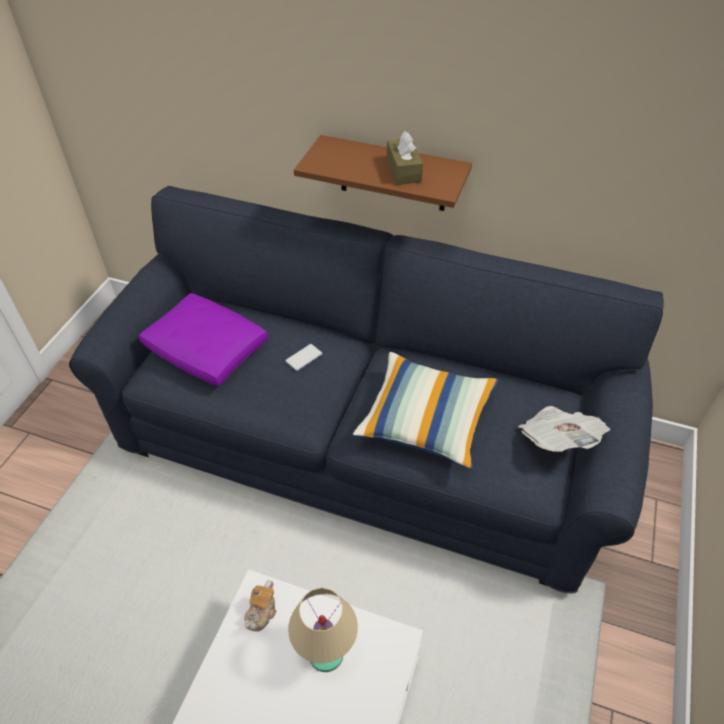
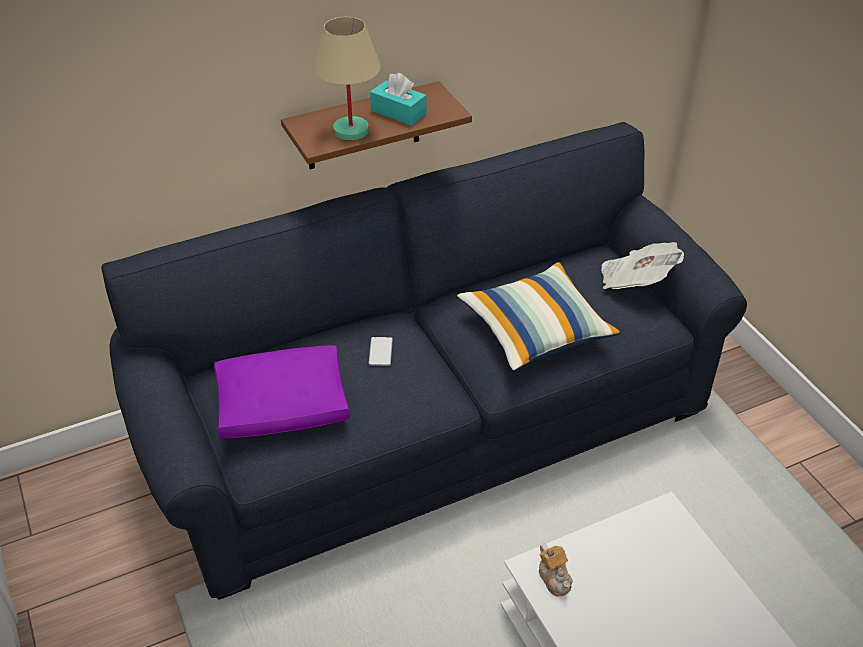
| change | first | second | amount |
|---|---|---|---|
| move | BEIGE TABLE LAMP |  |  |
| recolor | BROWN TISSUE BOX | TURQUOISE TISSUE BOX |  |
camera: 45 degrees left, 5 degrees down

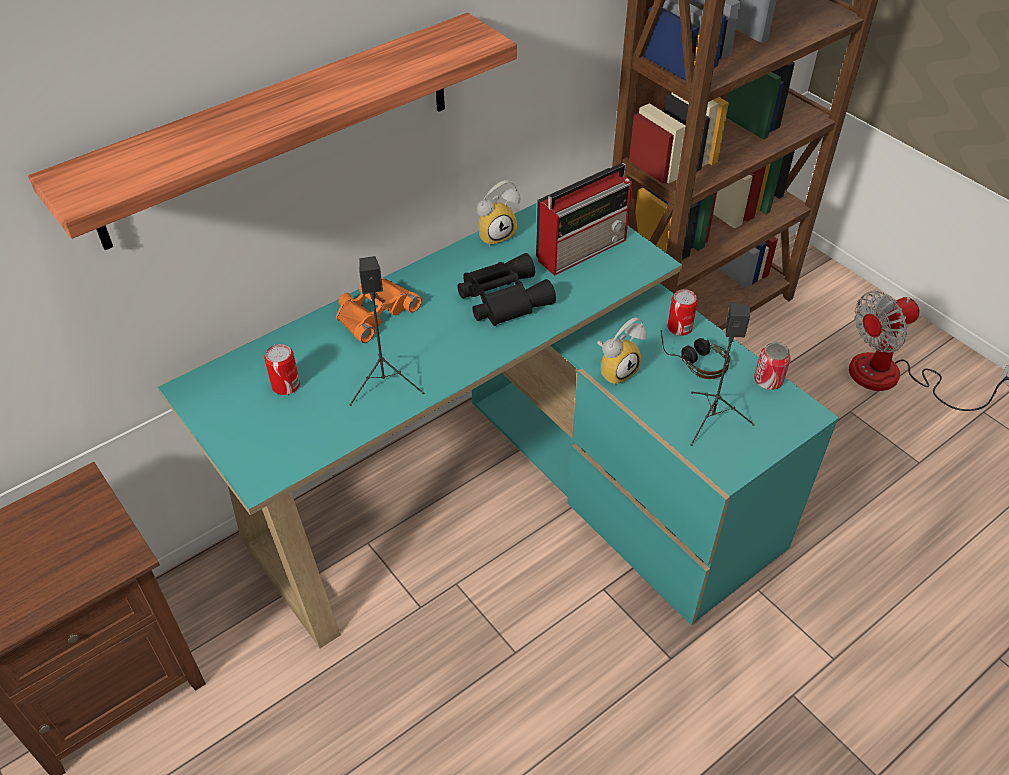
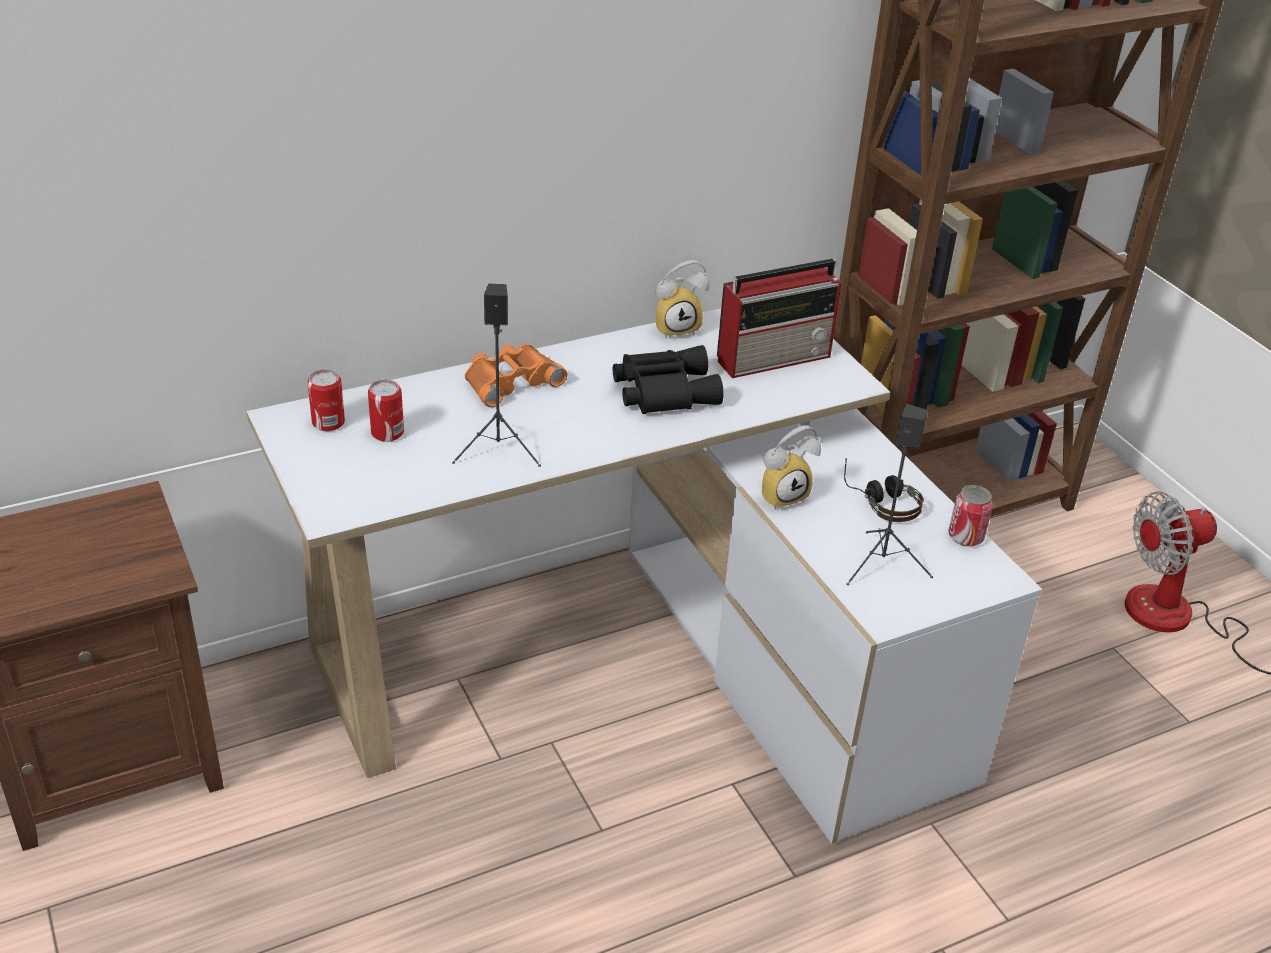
| change | first | second | amount |
|---|---|---|---|
| delete | SHELF |  |  |
| move | CAN (2nd from left in the first image) | CAN (1st from left) |  |
| recolor | TURQUOISE DESK | WHITE DESK |  |
camera: 10 degrees right, 10 degrees down

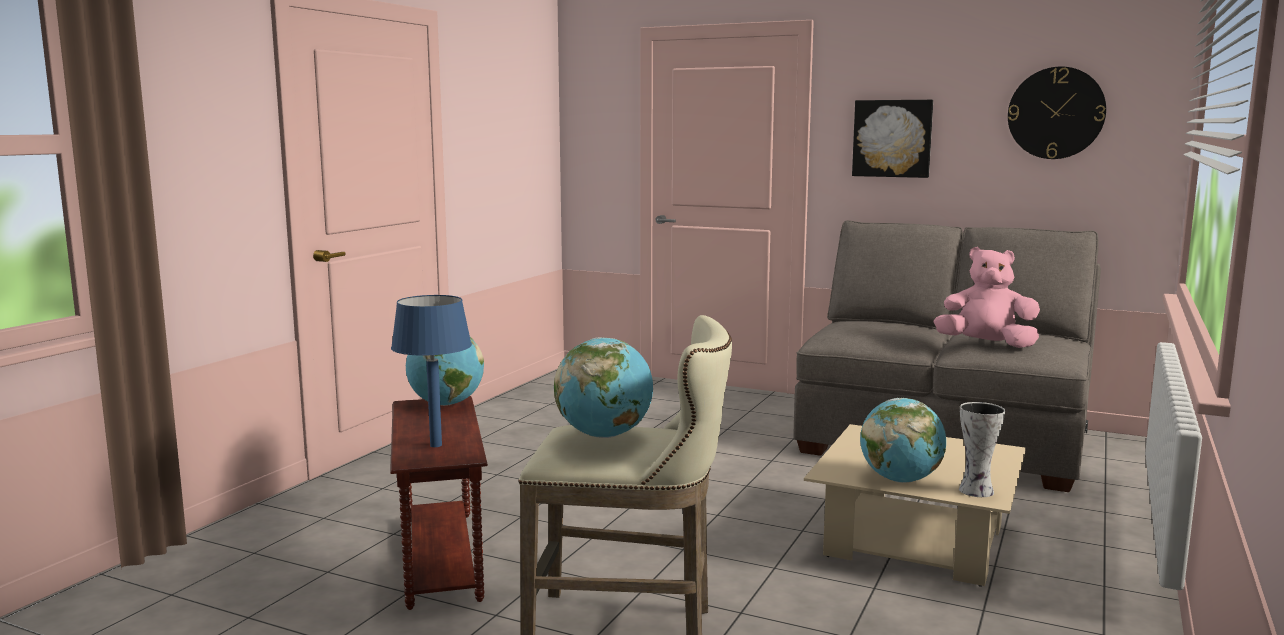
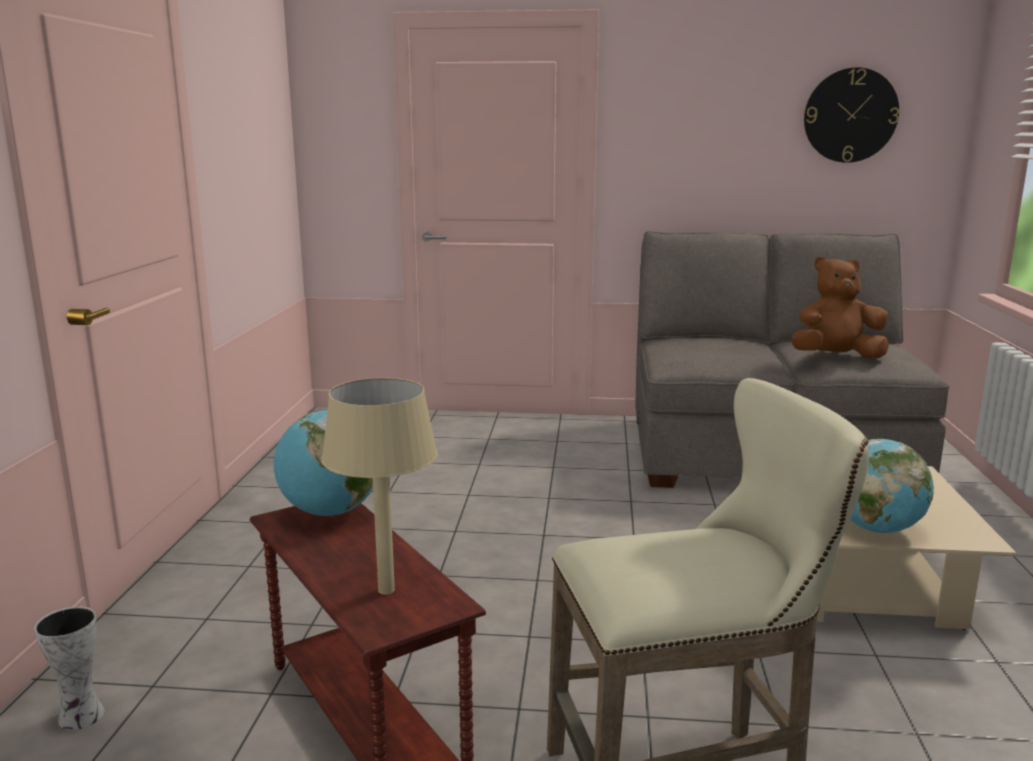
| change | first | second | amount |
|---|---|---|---|
| delete | GLOBE (2nd from left) |  |  |
| delete | PICTURE |  |  |
| move | VASE |  |  |
| recolor | BLUE TABLE LAMP | BEIGE TABLE LAMP |  |
| recolor | PINK PLUSH TOY | BROWN PLUSH TOY |  |
camera: 20 degrees left, 5 degrees up

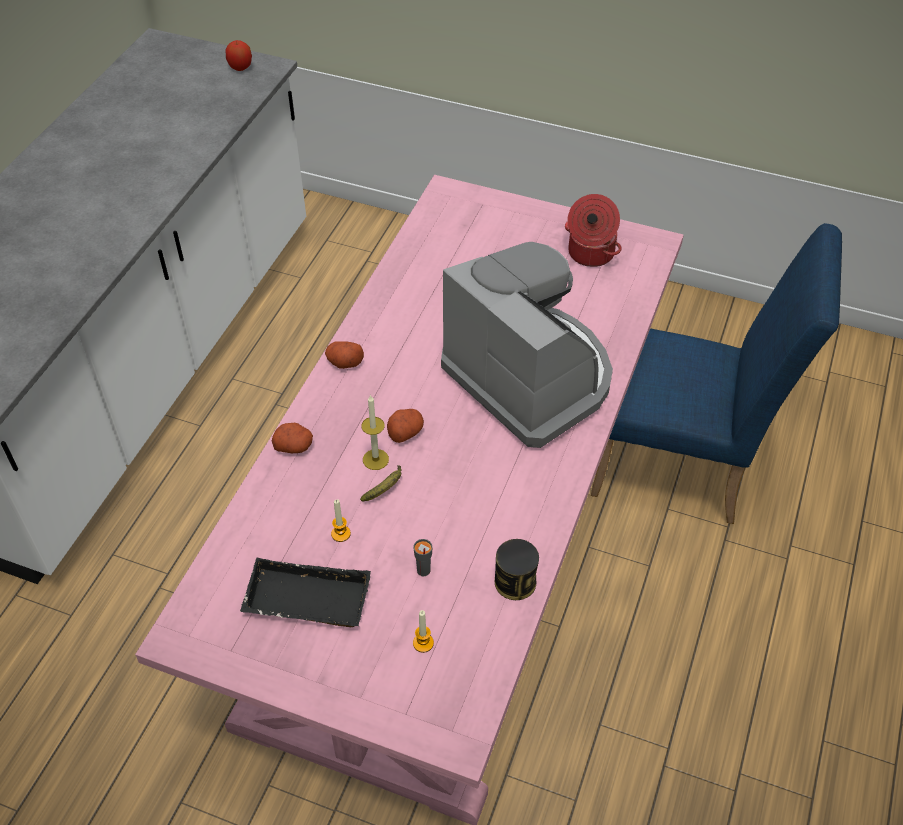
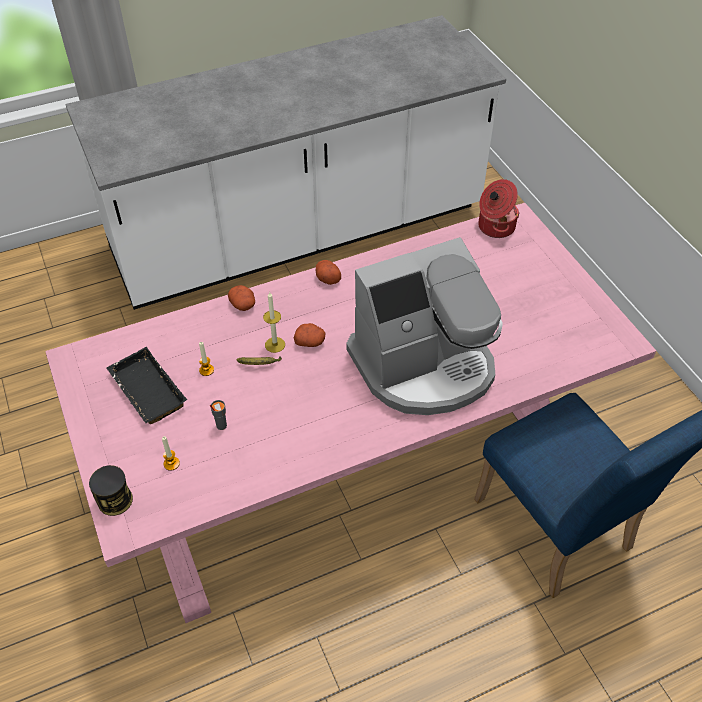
| change | first | second | amount |
|---|---|---|---|
| delete | APPLE |  |  |
| move | CAN |  |  |
| move | COOKING POT |  |  |
| rotate | COFFEE MACHINE |  | 60 degrees clockwise |
camera: 45 degrees right, 0 degrees up

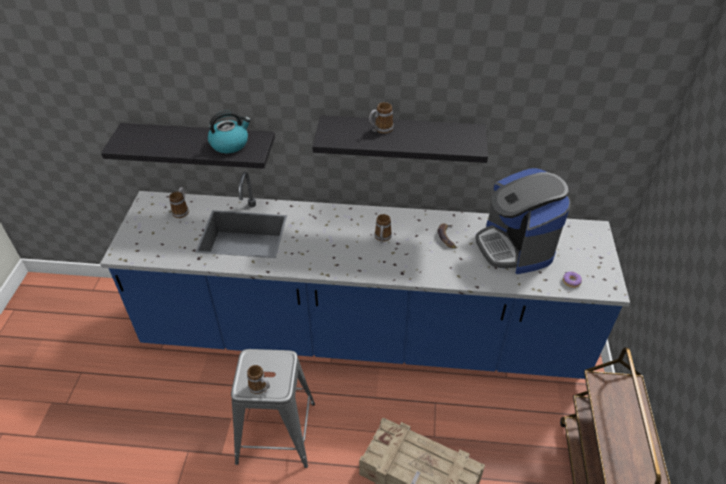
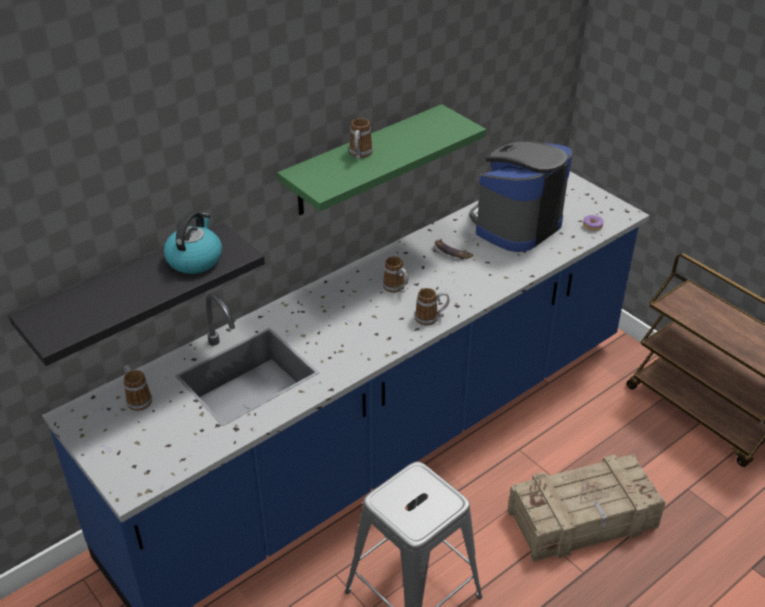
| change | first | second | amount |
|---|---|---|---|
| move | MUG (2nd from left in the first image) | MUG (4th from left) |  |
| recolor | BLACK SHELF (2nd from left) | GREEN SHELF |  |
| rotate | COFFEE MACHINE |  | 105 degrees clockwise |
camera: 45 degrees left, 5 degrees down

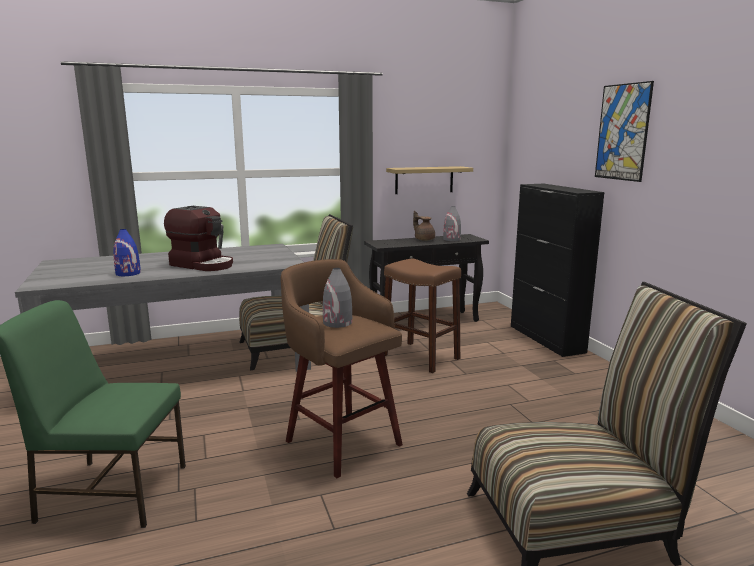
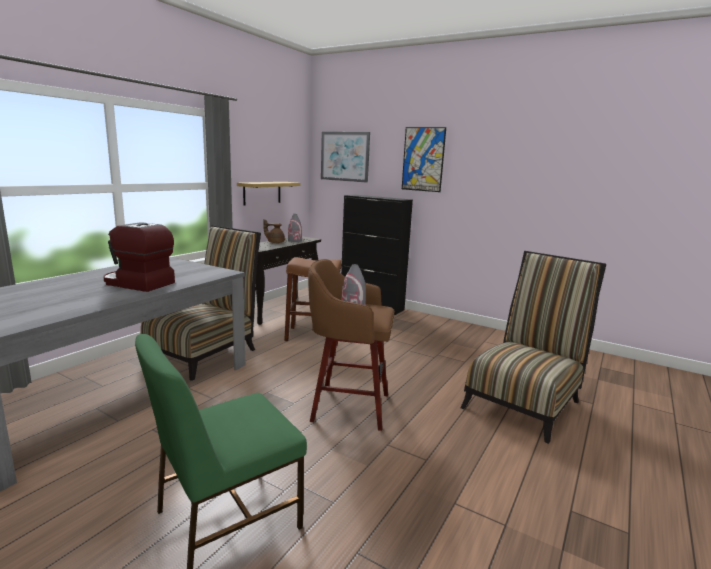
| change | first | second | amount |
|---|---|---|---|
| delete | BLUE VASE |  |  |
| insert |  | PICTURE (1st from left) |  |
| rotate | COFFEE MACHINE |  | 150 degrees counterclockwise |
camera: 40 degrees left, 0 degrees up

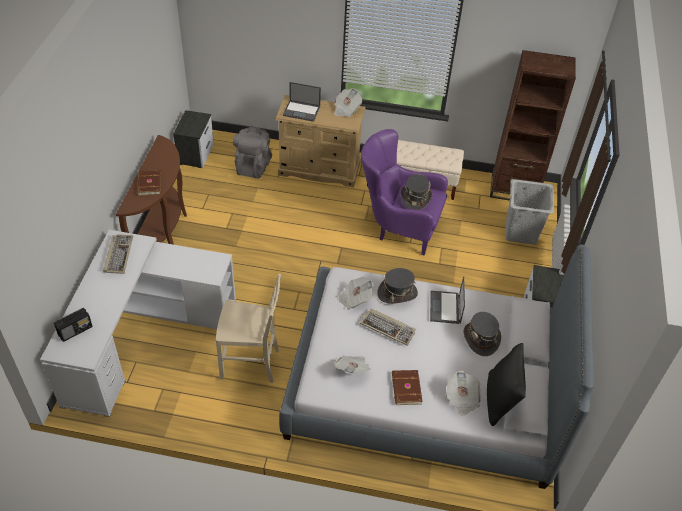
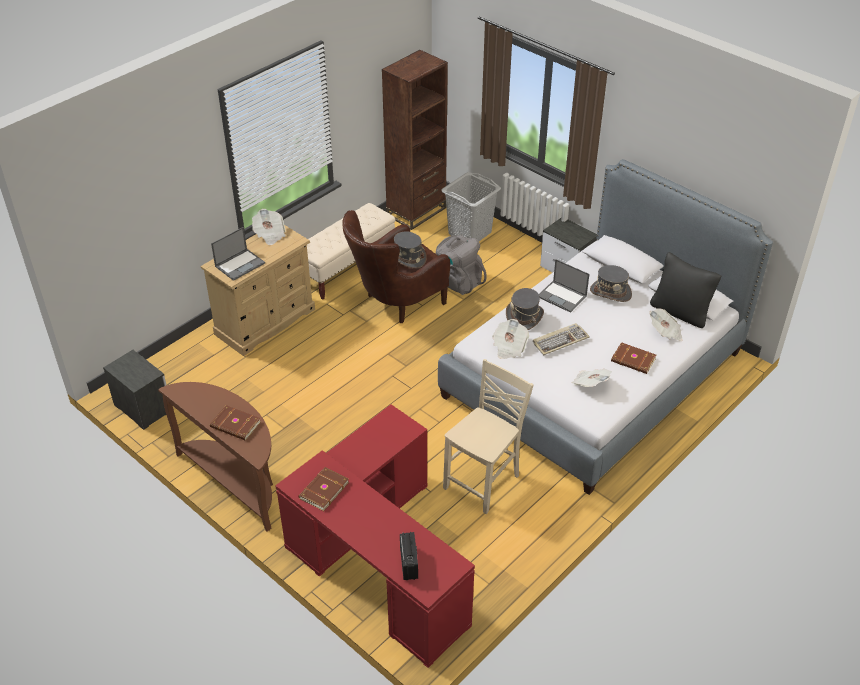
| change | first | second | amount |
|---|---|---|---|
| move | GREY BACKPACK |  |  |
| replace | KEYBOARD (1st from left) | BROWN BOOK (2nd from left) |  |
| recolor | WHITE DESK | RED DESK |  |
| recolor | PURPLE ARMCHAIR | BROWN ARMCHAIR |  |
camera: 55 degrees left, 5 degrees down

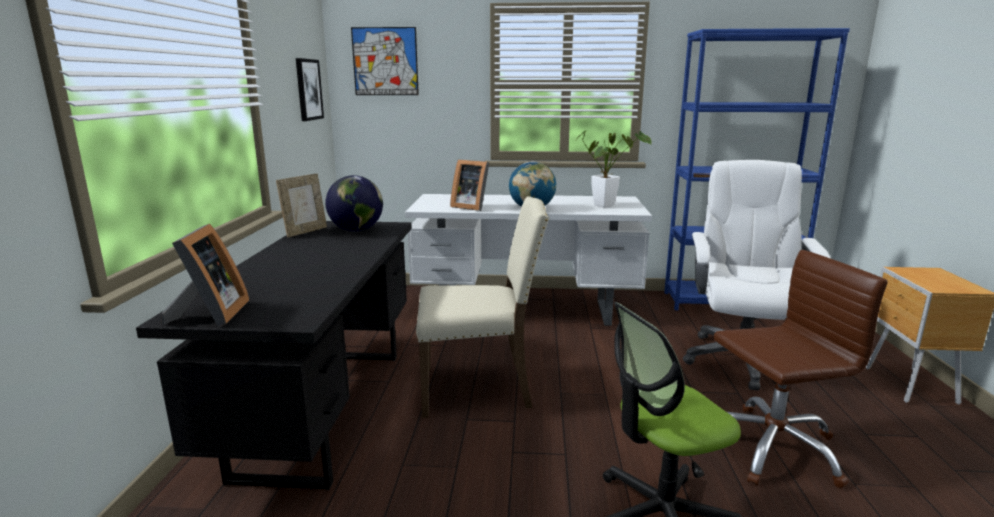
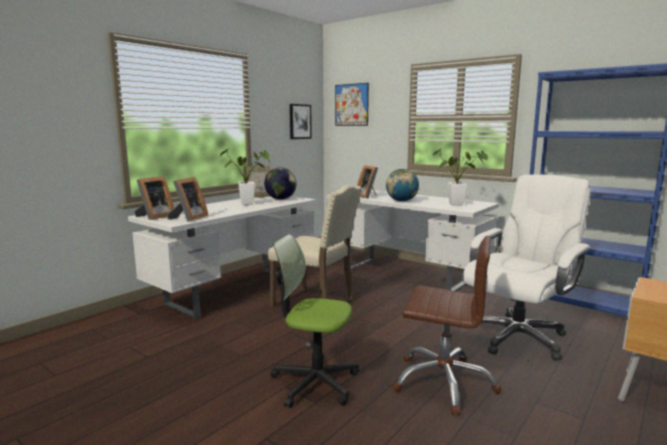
| change | first | second | amount |
|---|---|---|---|
| insert |  | PICTURE FRAME (2nd from left) |  |
| insert |  | POTTED PLANT (1st from left) |  |
| recolor | BLACK DESK | WHITE DESK (1st from left) |  |
camera: 35 degrees right, 5 degrees down

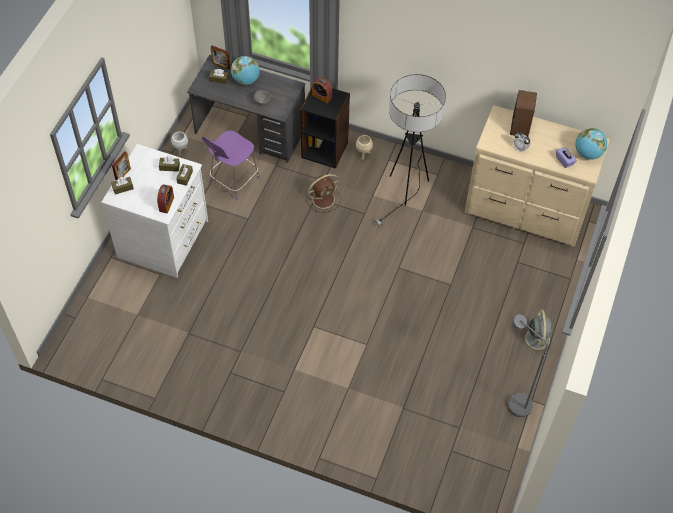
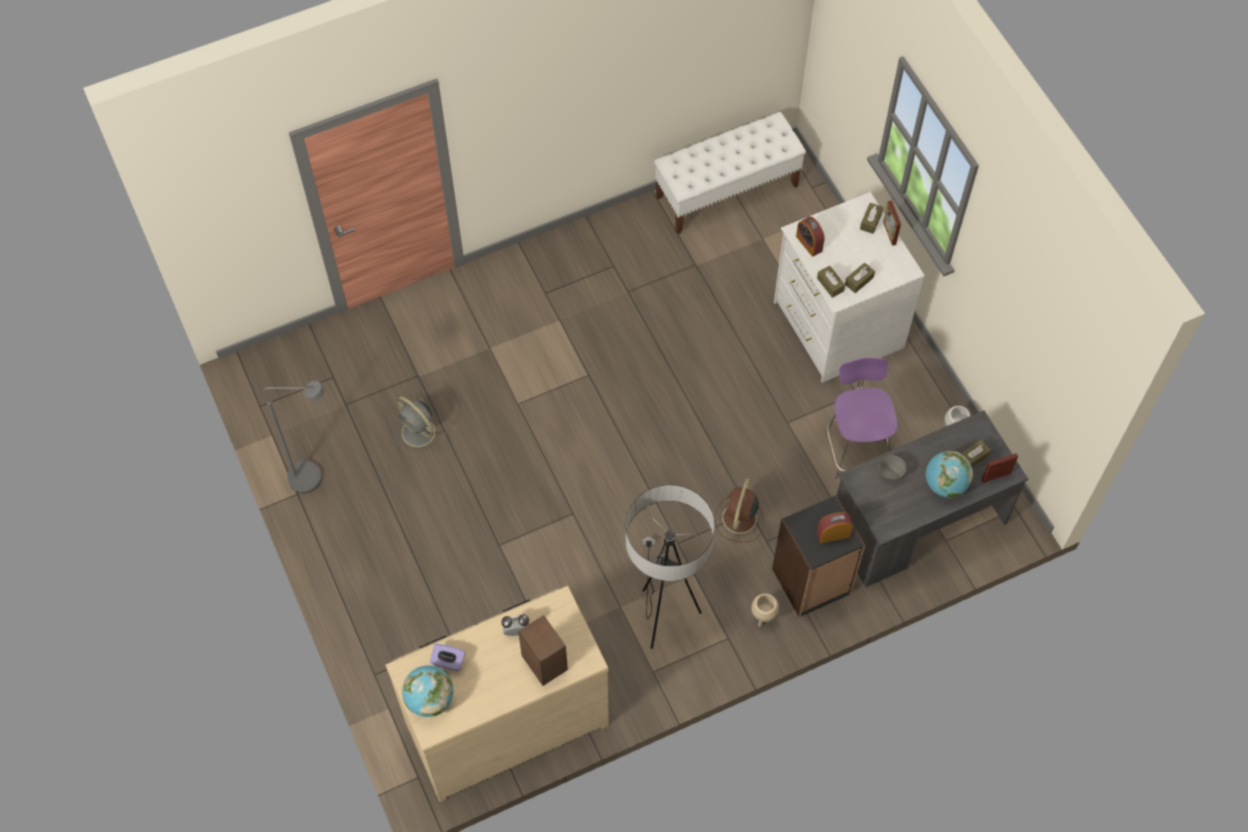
| change | first | second | amount |
|---|---|---|---|
| insert |  | WHITE BENCH |  |
| move | GREY FAN |  |  |
camera: 135 degrees right, 5 degrees up

